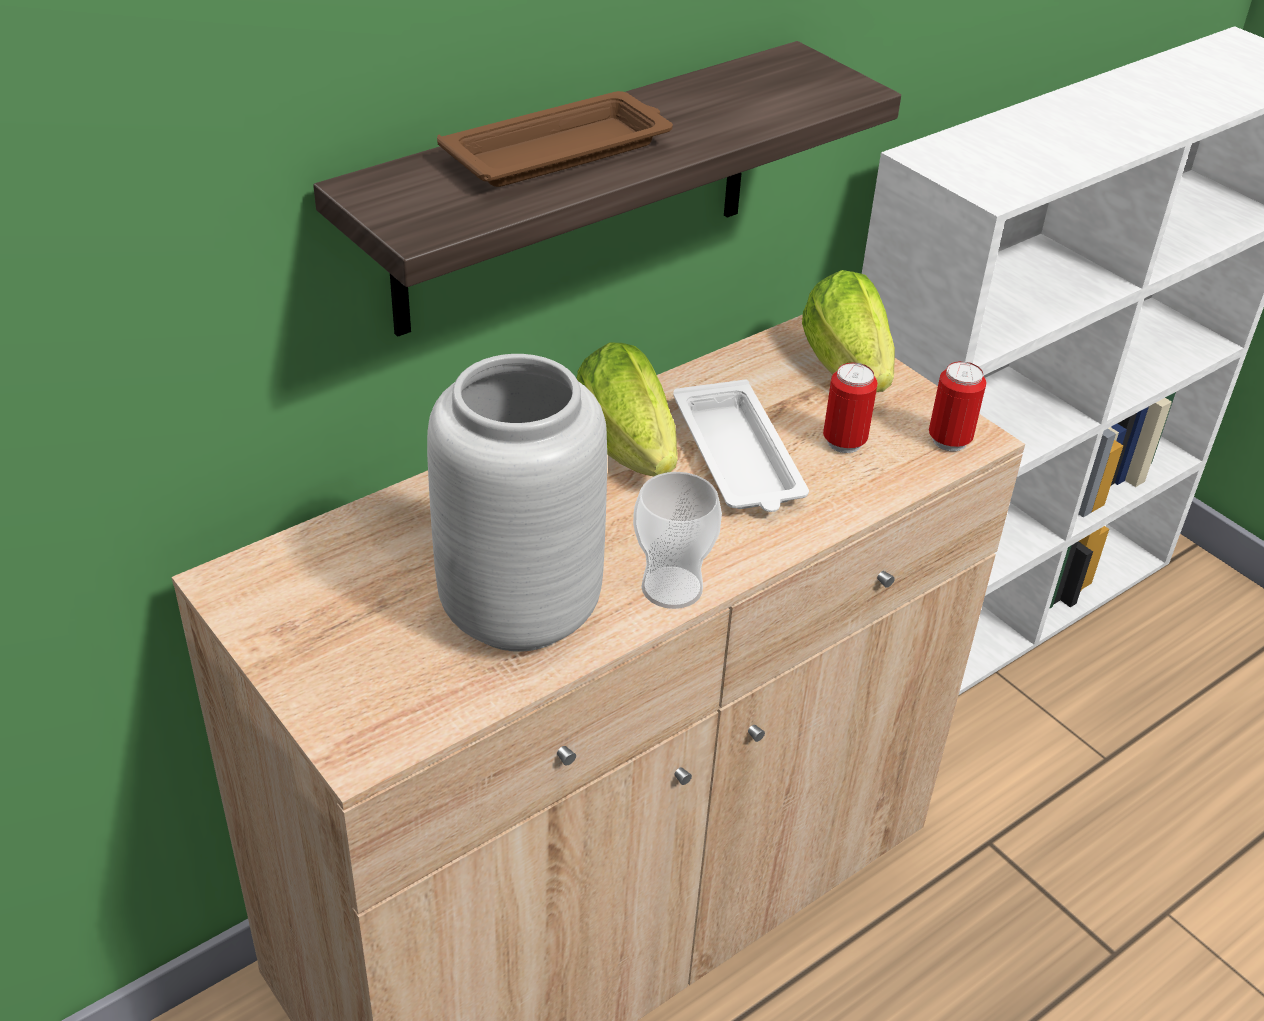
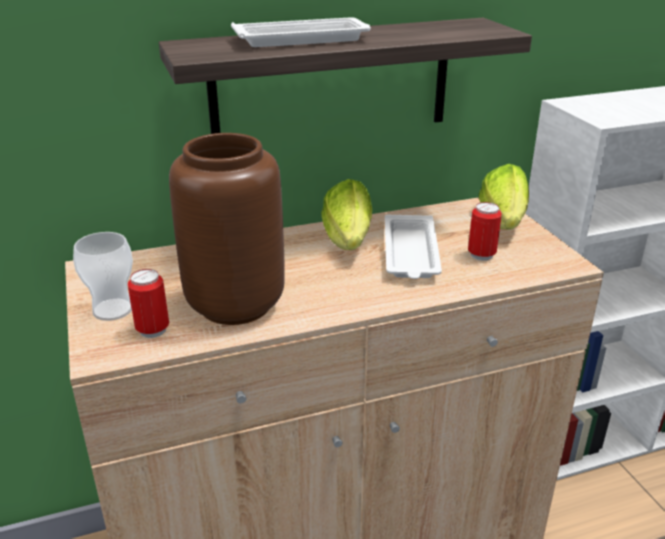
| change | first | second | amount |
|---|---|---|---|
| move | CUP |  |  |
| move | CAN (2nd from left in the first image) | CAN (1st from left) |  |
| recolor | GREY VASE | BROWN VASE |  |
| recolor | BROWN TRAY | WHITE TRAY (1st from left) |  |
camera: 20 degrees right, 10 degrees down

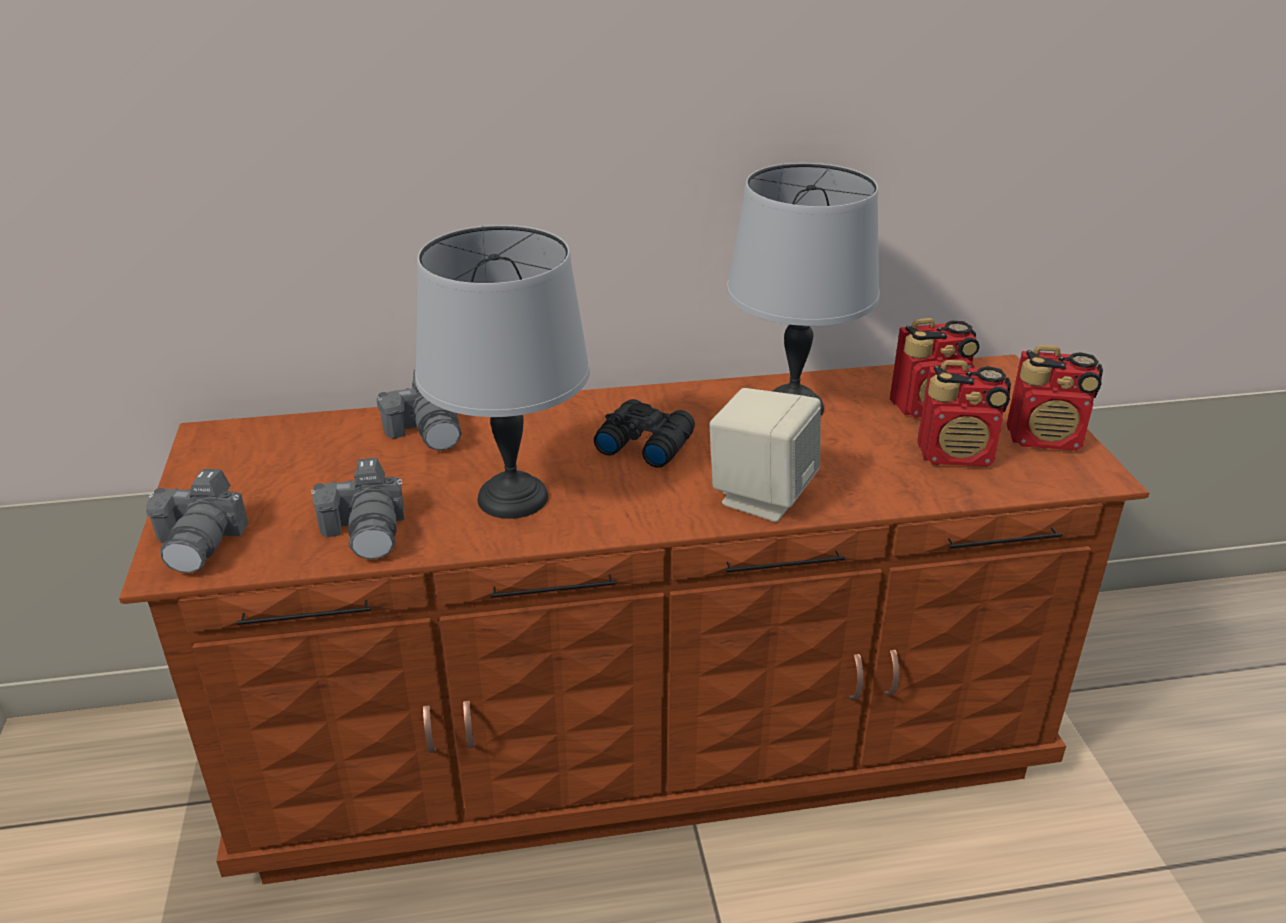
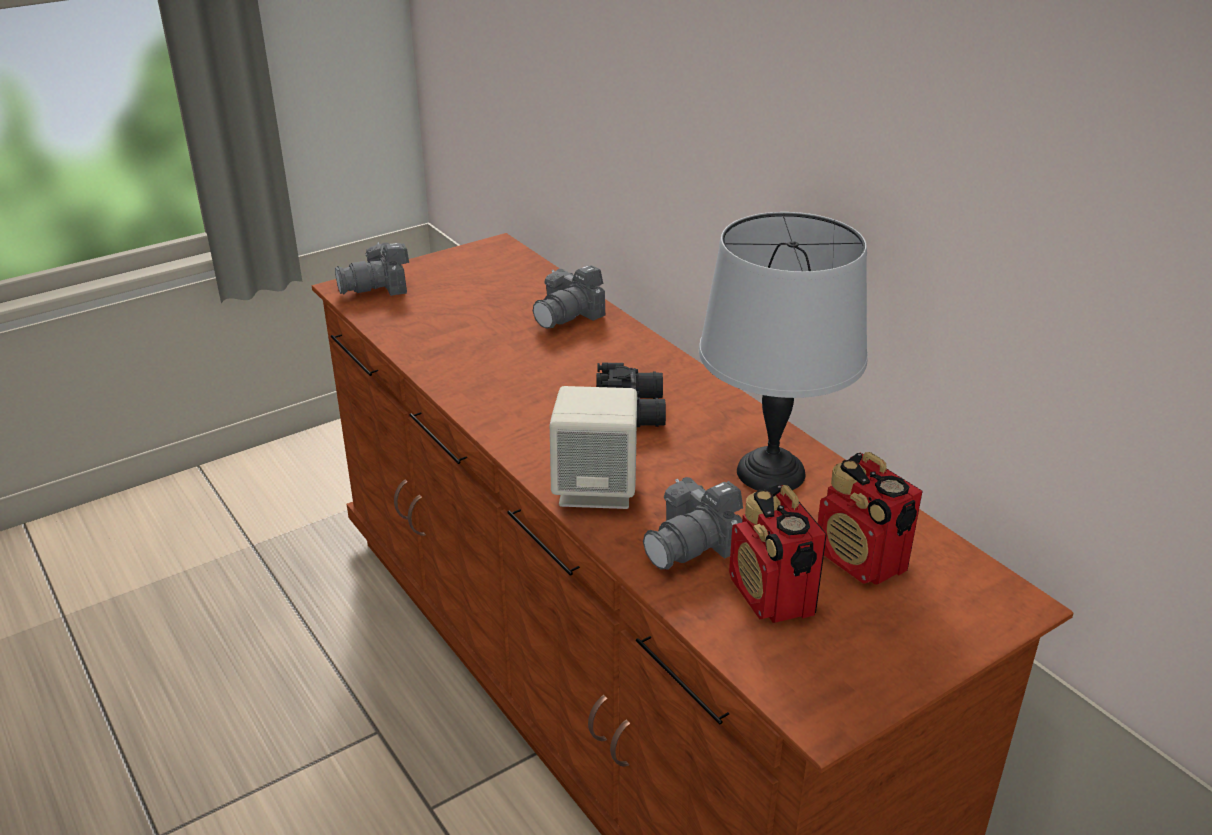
| change | first | second | amount |
|---|---|---|---|
| delete | GREY TABLE LAMP (1st from left) |  |  |
| delete | RADIO (3rd from left) |  |  |
| move | PHOTO CAMERA (2nd from left in the first image) | PHOTO CAMERA (3rd from left) |  |
camera: 65 degrees right, 0 degrees up

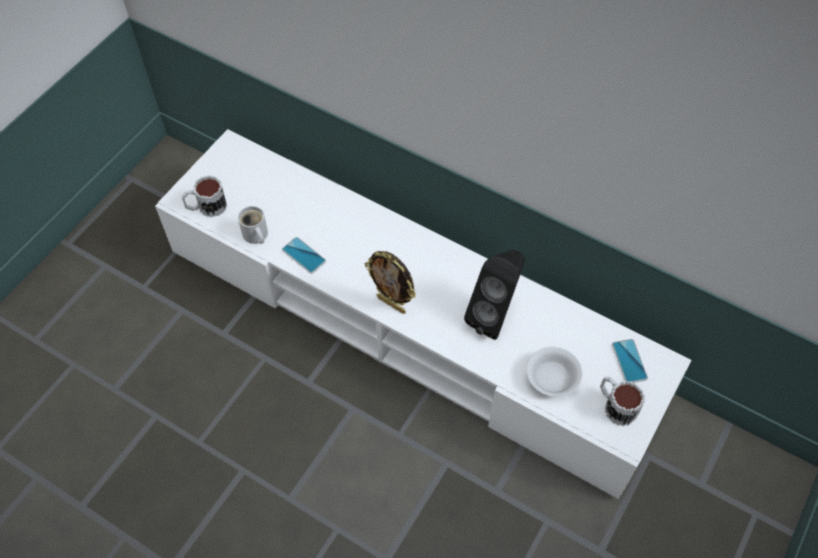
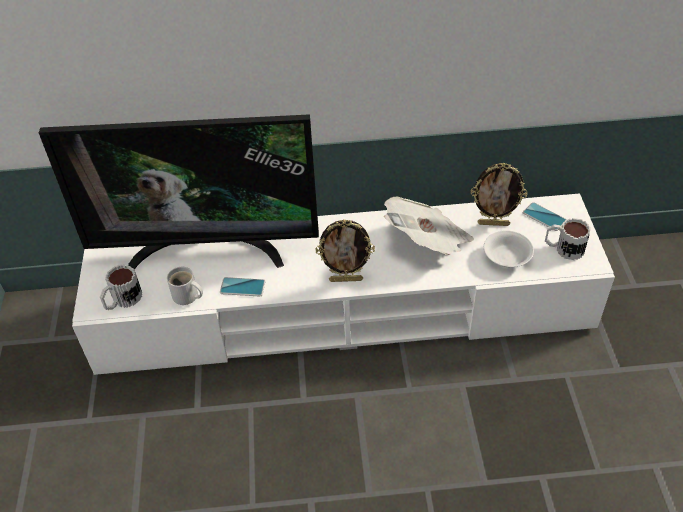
| change | first | second | amount |
|---|---|---|---|
| insert |  | TELEVISION |  |
| insert |  | PICTURE FRAME (2nd from left) |  |
| replace | BLACK SPEAKER | NEWSPAPER |  |
camera: 35 degrees left, 10 degrees down

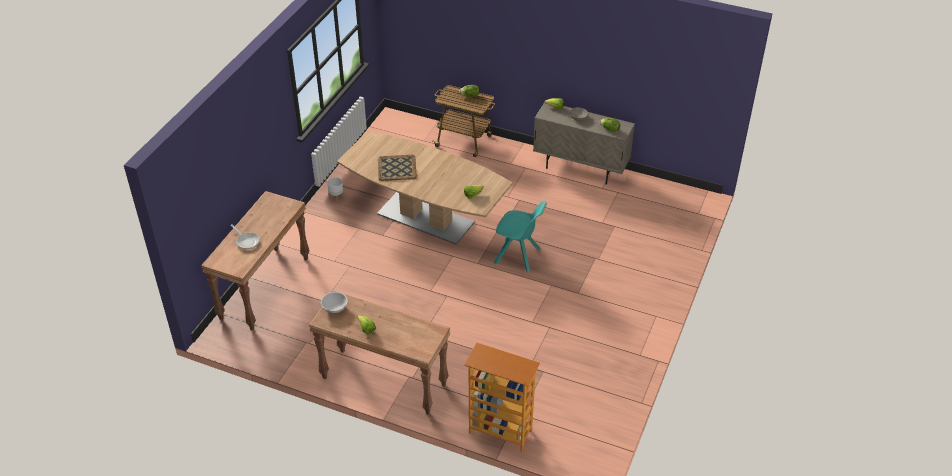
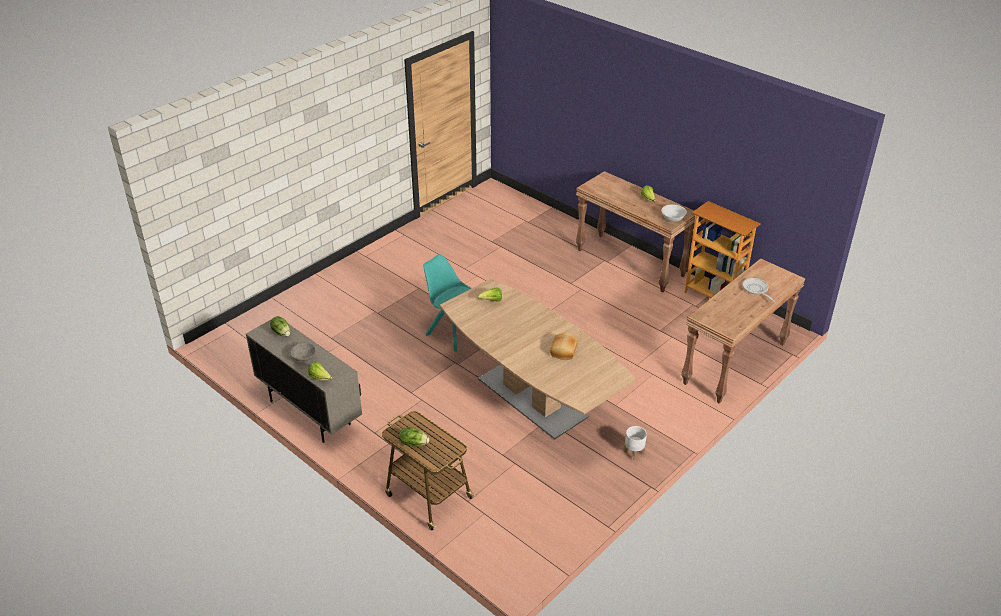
| change | first | second | amount |
|---|---|---|---|
| move | BOOKCASE |  |  |
| replace | TRAY | BREAD |  |
camera: 160 degrees left, 5 degrees down

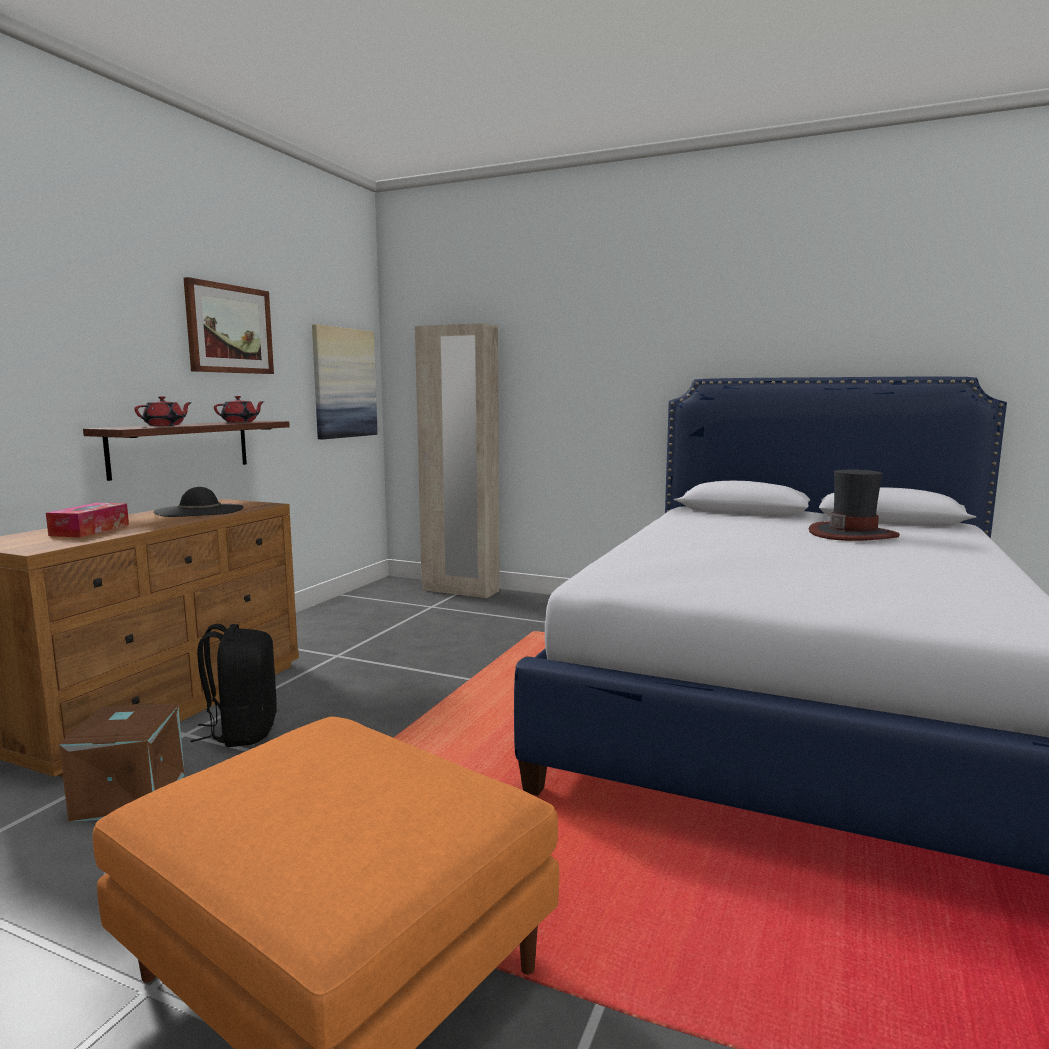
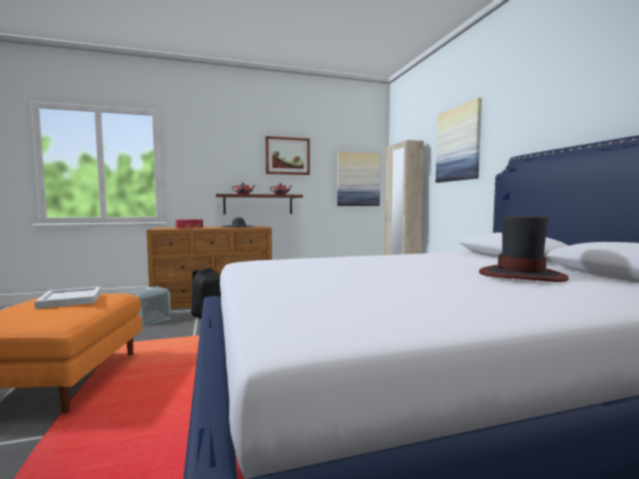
| change | first | second | amount |
|---|---|---|---|
| insert |  | WHITE TRAY |  |
| insert |  | PICTURE (3rd from left) |  |
| recolor | BROWN STORAGE BOX | GREY STORAGE BOX |  |
camera: 50 degrees right, 5 degrees down

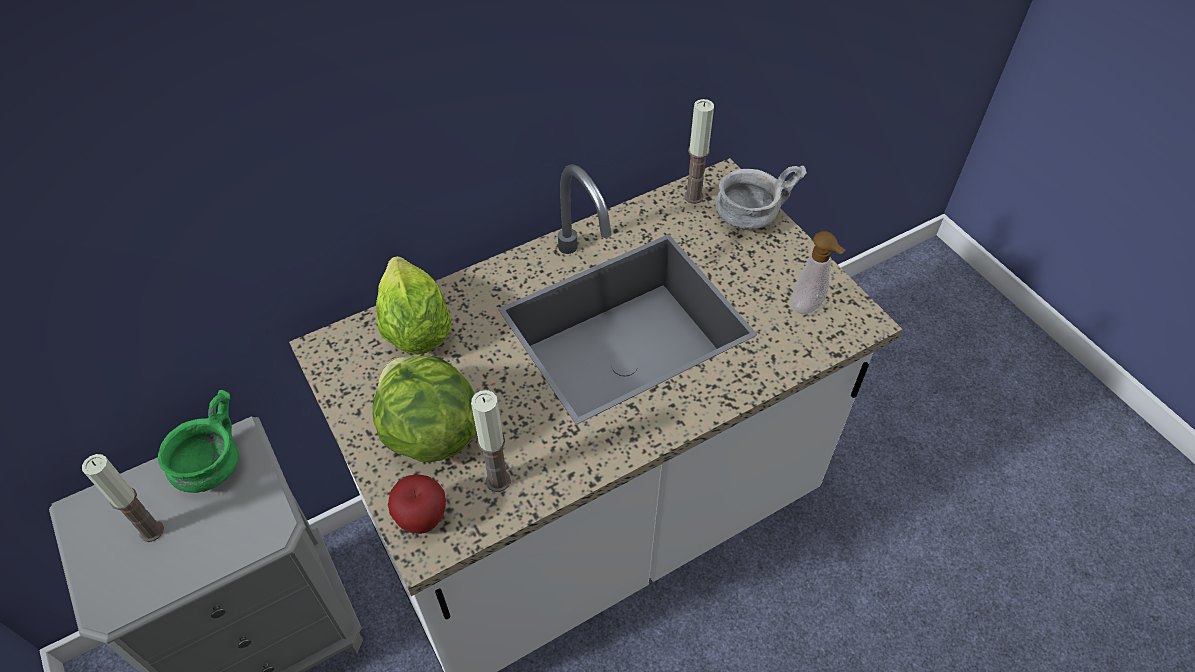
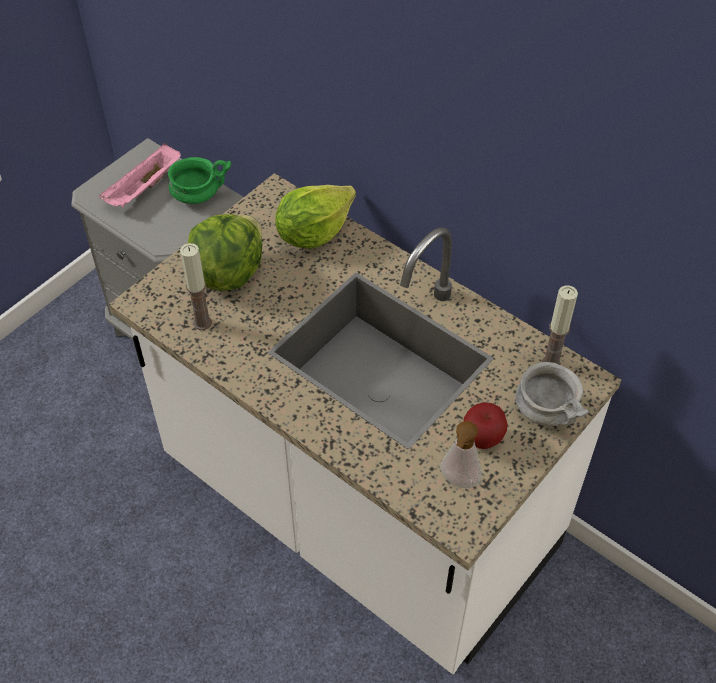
| change | first | second | amount |
|---|---|---|---|
| move | APPLE |  |  |
| replace | CANDLE (1st from left) | PINK TRAY |  |
camera: 70 degrees right, 0 degrees up

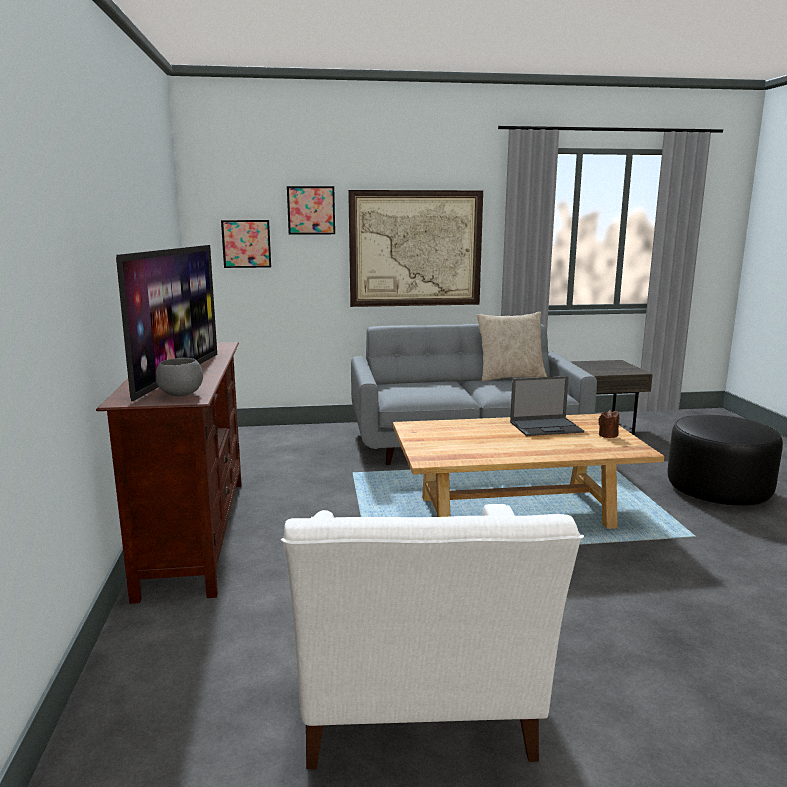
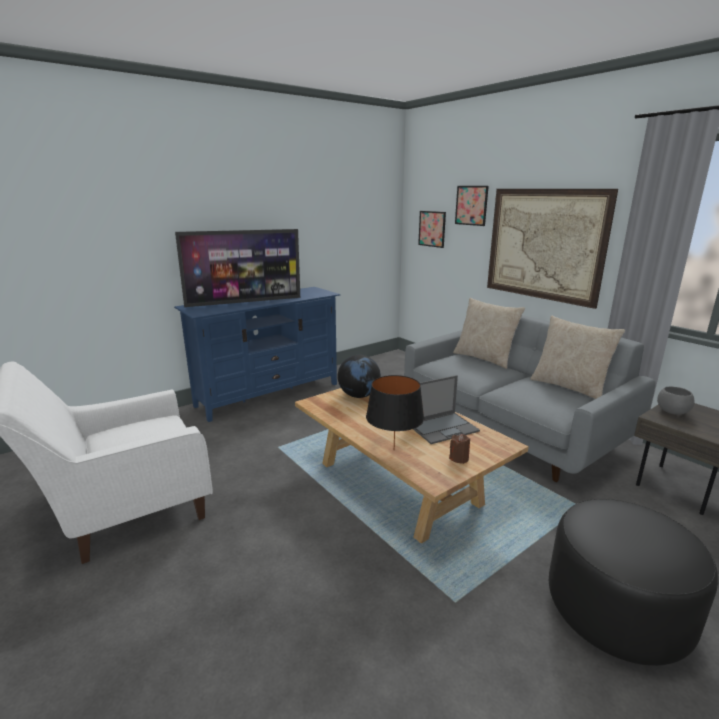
| change | first | second | amount |
|---|---|---|---|
| insert |  | GLOBE |  |
| insert |  | BLACK TABLE LAMP |  |
| insert |  | BEIGE PILLOW (1st from left) |  |
| move | GREY BOWL |  |  |
| recolor | BROWN TV STAND | BLUE TV STAND |  |
| rotate | LAPTOP |  | 75 degrees counterclockwise |
camera: 60 degrees right, 5 degrees up

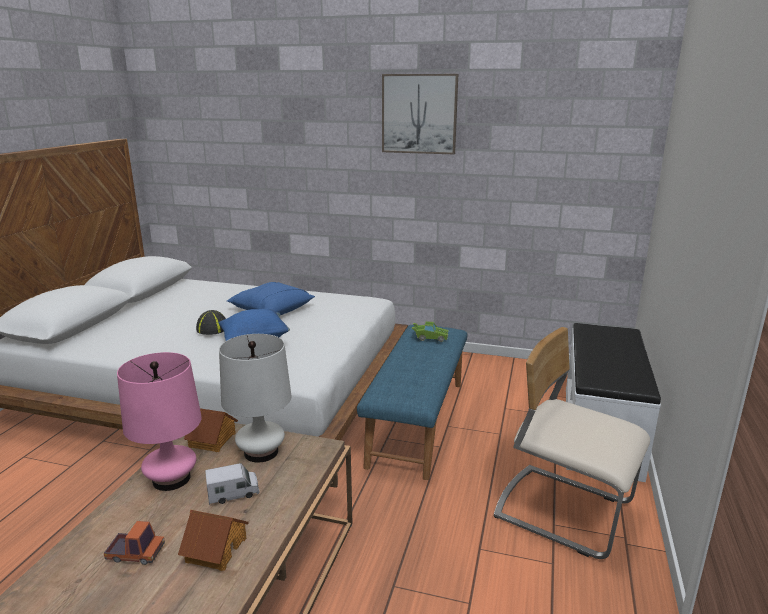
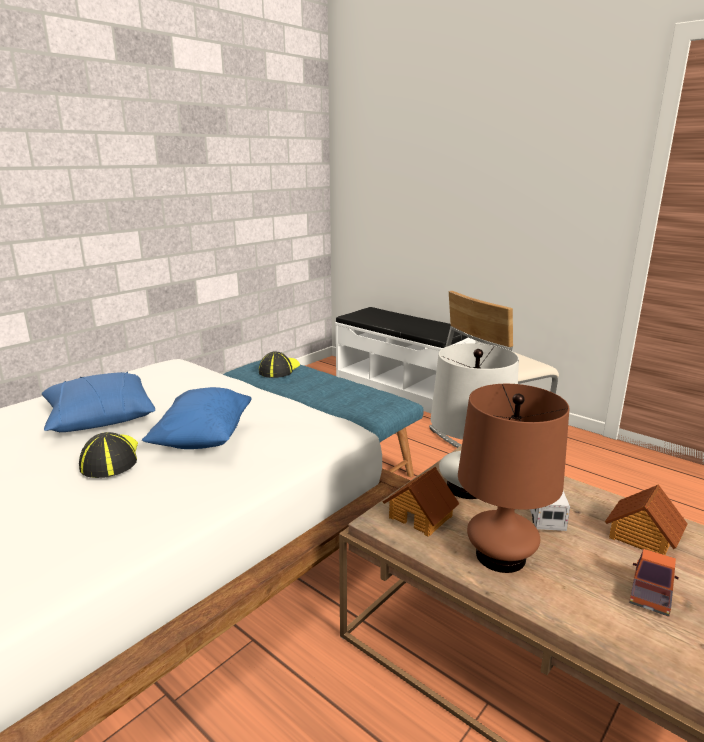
| change | first | second | amount |
|---|---|---|---|
| delete | PICTURE |  |  |
| replace | GREEN TOY CAR | CAP (2nd from left) |  |
| recolor | PINK TABLE LAMP | BROWN TABLE LAMP |  |
camera: 65 degrees left, 0 degrees up

